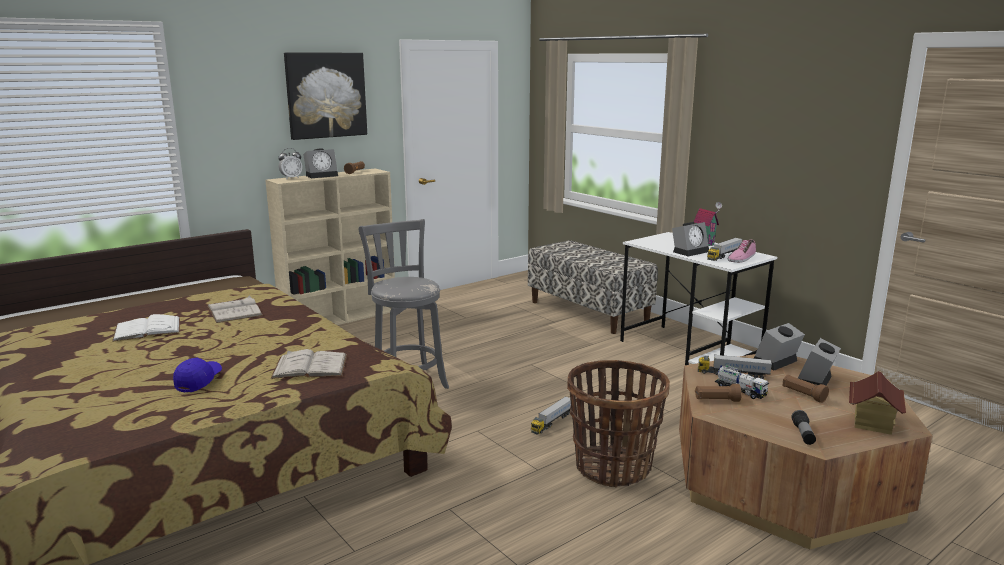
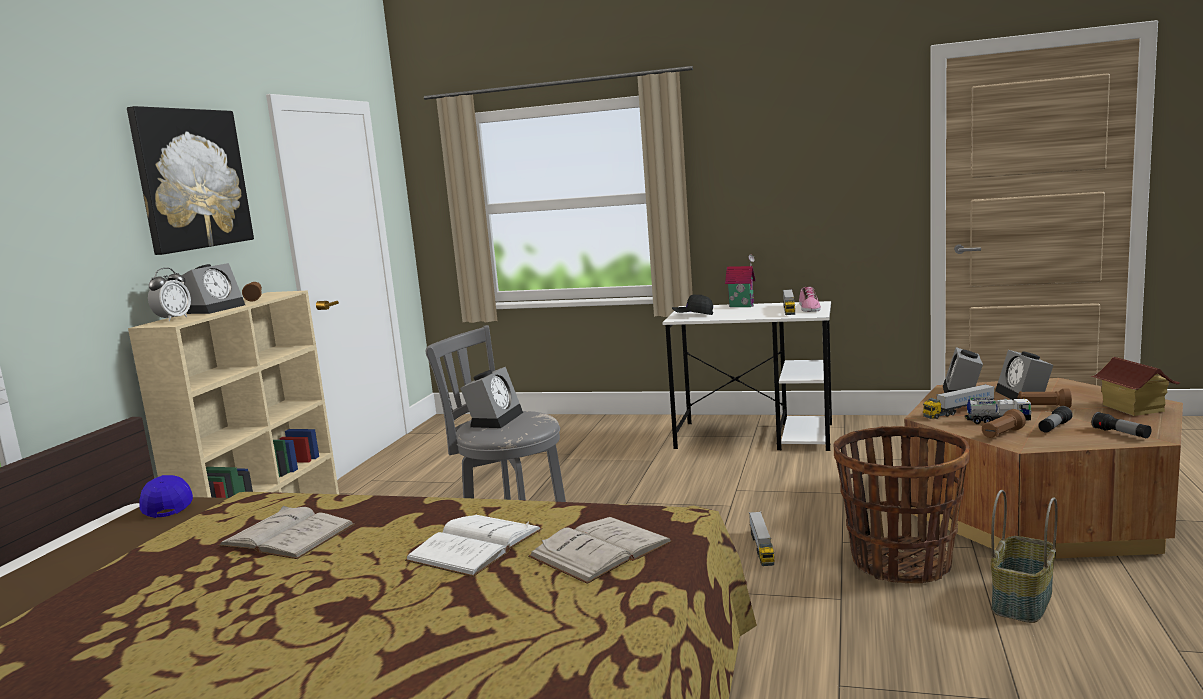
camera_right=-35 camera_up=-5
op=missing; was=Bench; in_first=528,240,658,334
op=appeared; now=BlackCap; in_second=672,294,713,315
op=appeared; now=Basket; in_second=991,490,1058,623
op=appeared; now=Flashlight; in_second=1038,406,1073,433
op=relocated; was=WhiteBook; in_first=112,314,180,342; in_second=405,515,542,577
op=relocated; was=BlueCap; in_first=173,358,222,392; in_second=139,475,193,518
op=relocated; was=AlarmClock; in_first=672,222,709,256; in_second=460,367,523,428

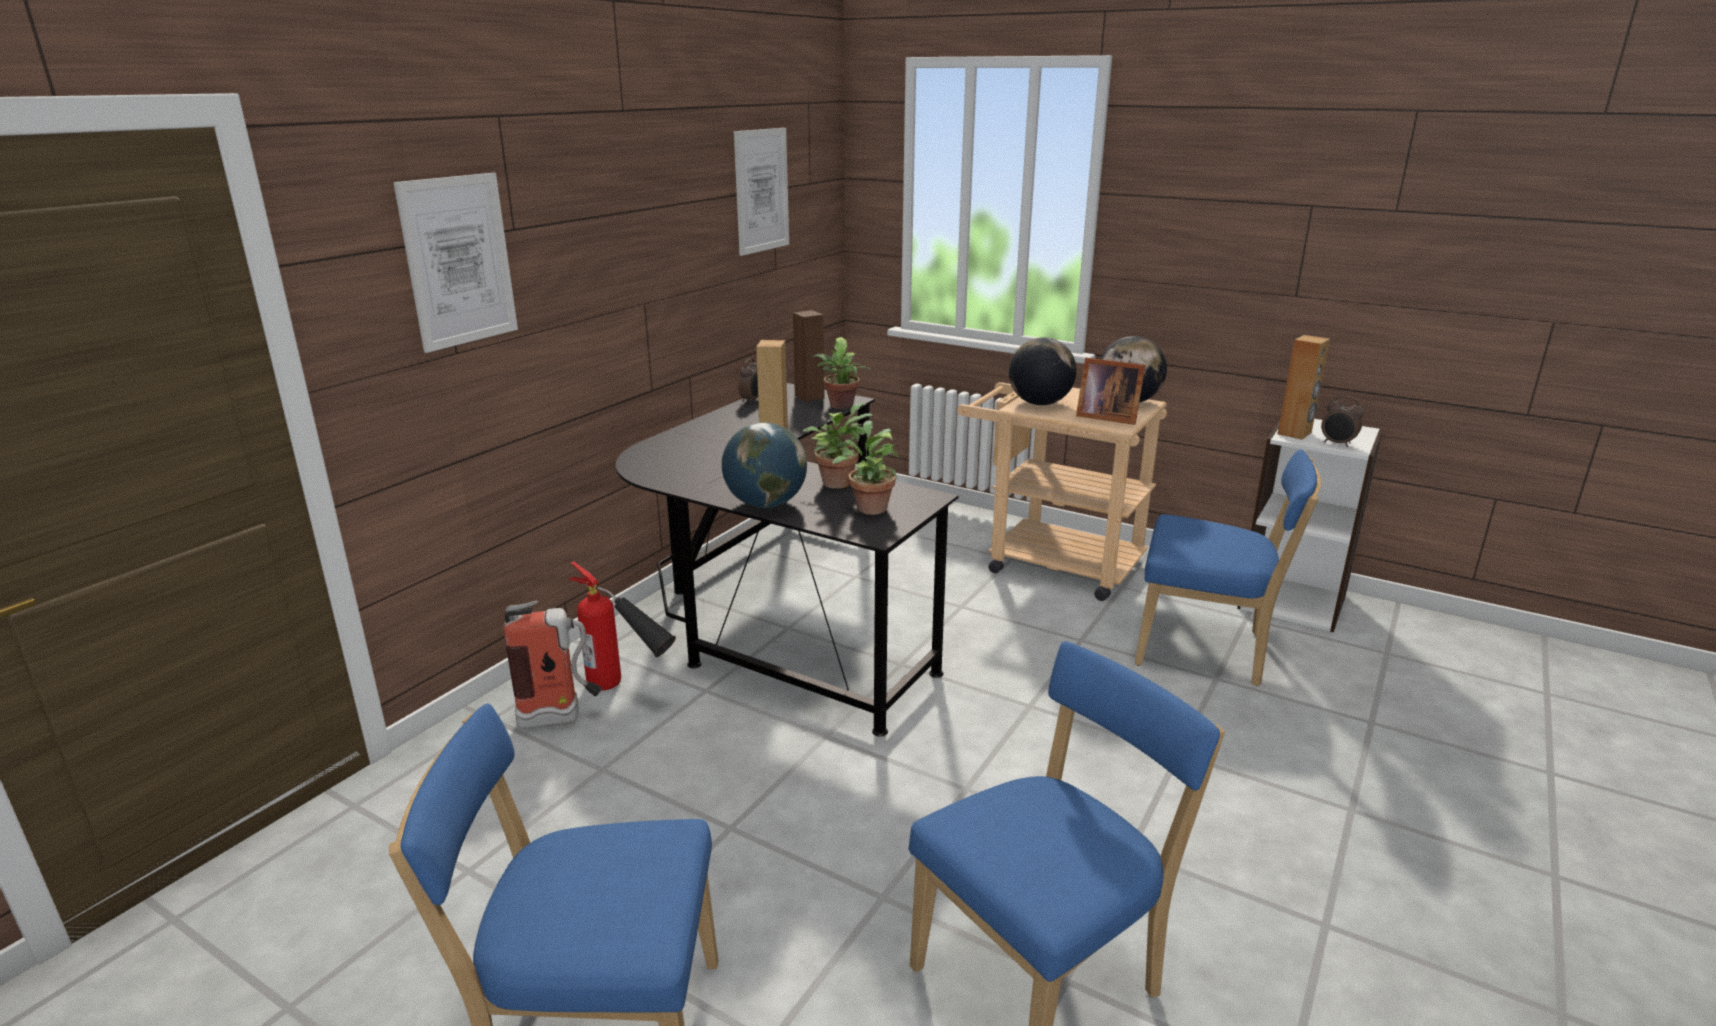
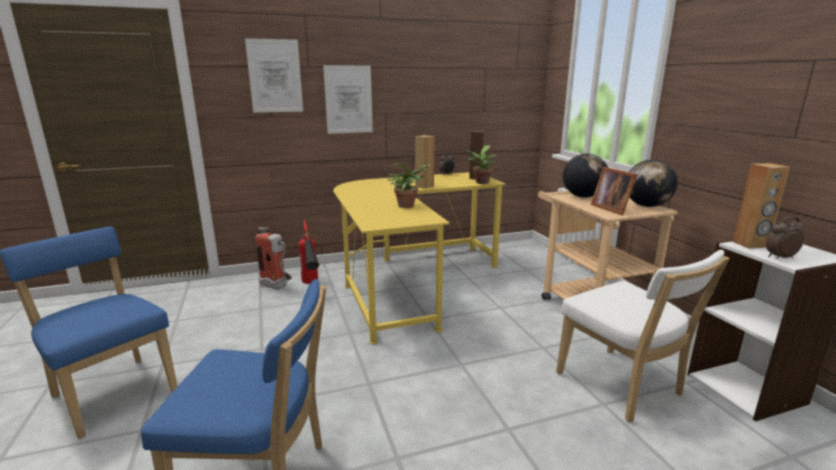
camera_right=40 camera_up=-5
op=missing; was=Globe; in_first=722,422,807,508
op=missing; was=PottedPlant; in_first=832,421,899,515
op=relocated; was=Picture; in_first=734,128,789,256; in_second=323,65,373,134
op=colour; was=BlackDesk; now=YellowDesk; in_first=616,383,959,737; in_second=334,172,506,344
op=colour; was=BlueChair; now=WhiteChair; in_first=1135,449,1321,686; in_second=556,250,729,422
op=spun; was=AlarmClock; in_first=1321,396,1365,447; in_second=766,217,804,259; clockwise=90

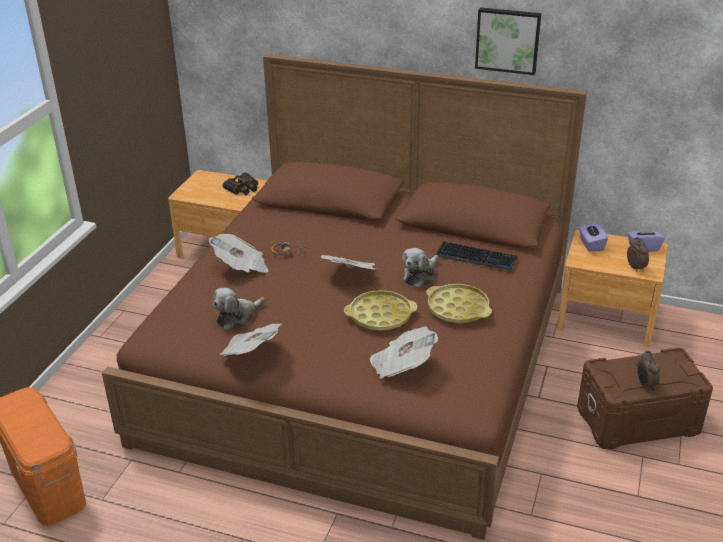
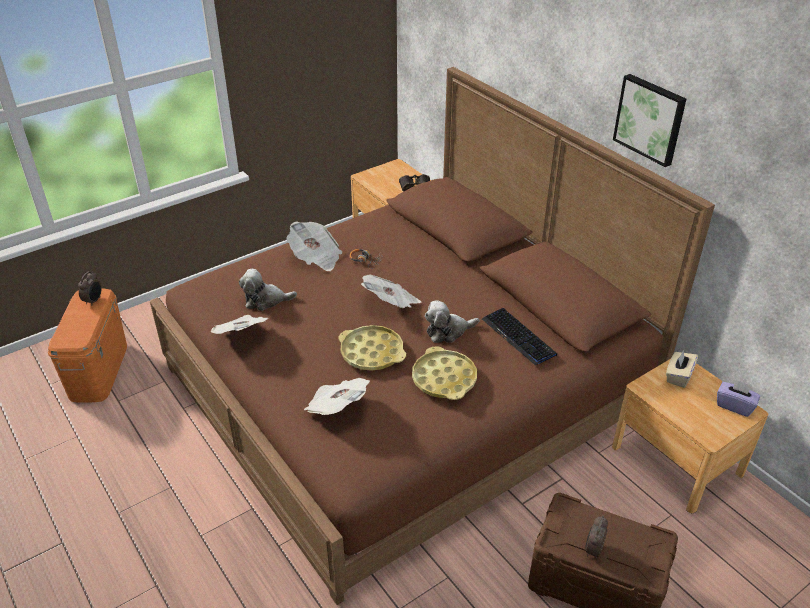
camera_right=35 camera_up=5
op=relocated; was=AlarmClock; in_first=627,237,649,272; in_second=78,271,102,306
op=colour; was=PurpleTissueBox; now=BeigeTissueBox; in_first=579,222,608,251; in_second=666,350,698,388

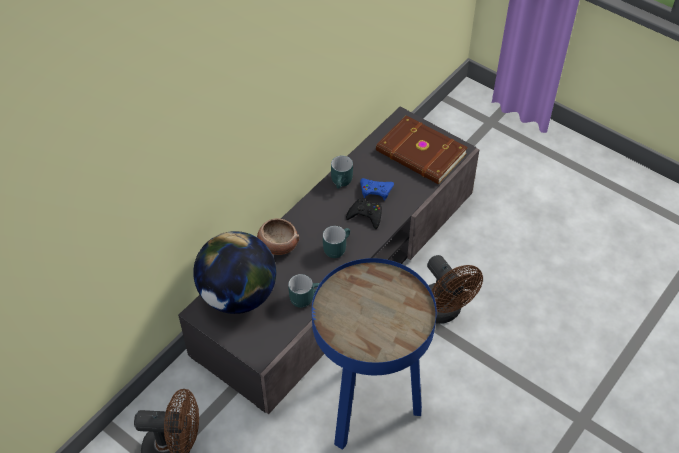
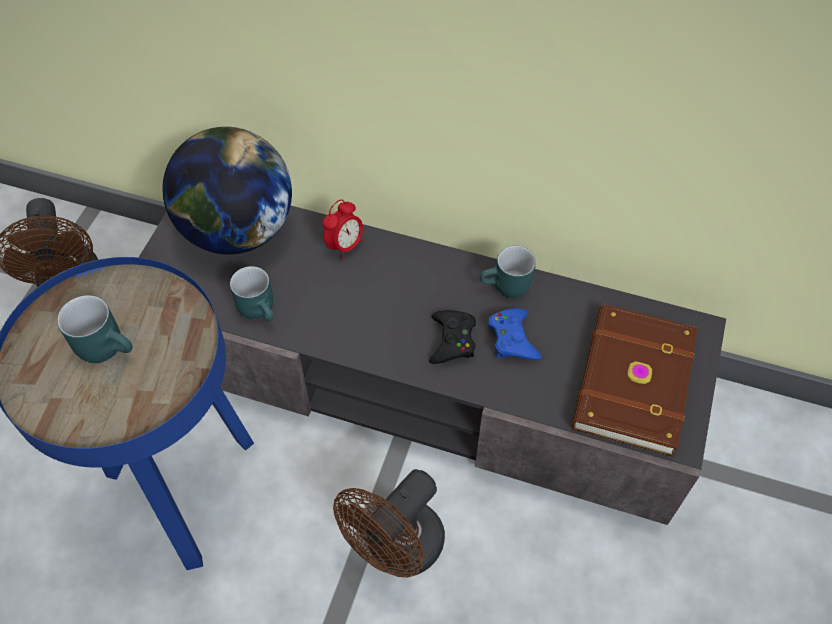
camera_right=70 camera_up=5
op=relocated; was=TurquoiseMug; in_first=323,226,350,258; in_second=57,295,132,363
op=exchanged; was=Bowl; now=AlarmClock; in_first=257,218,299,255; in_second=323,200,363,259

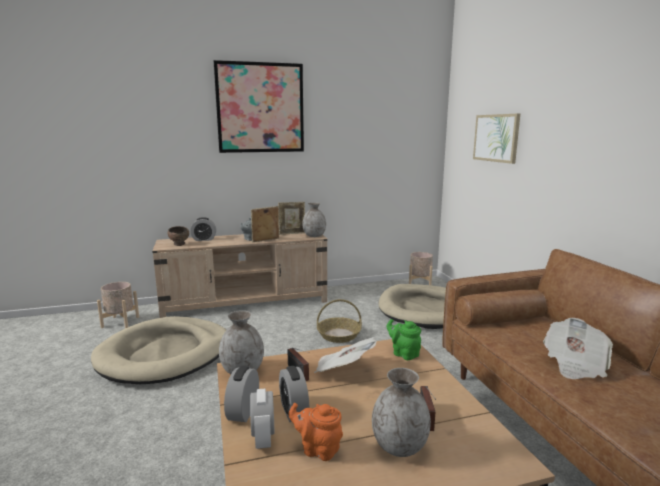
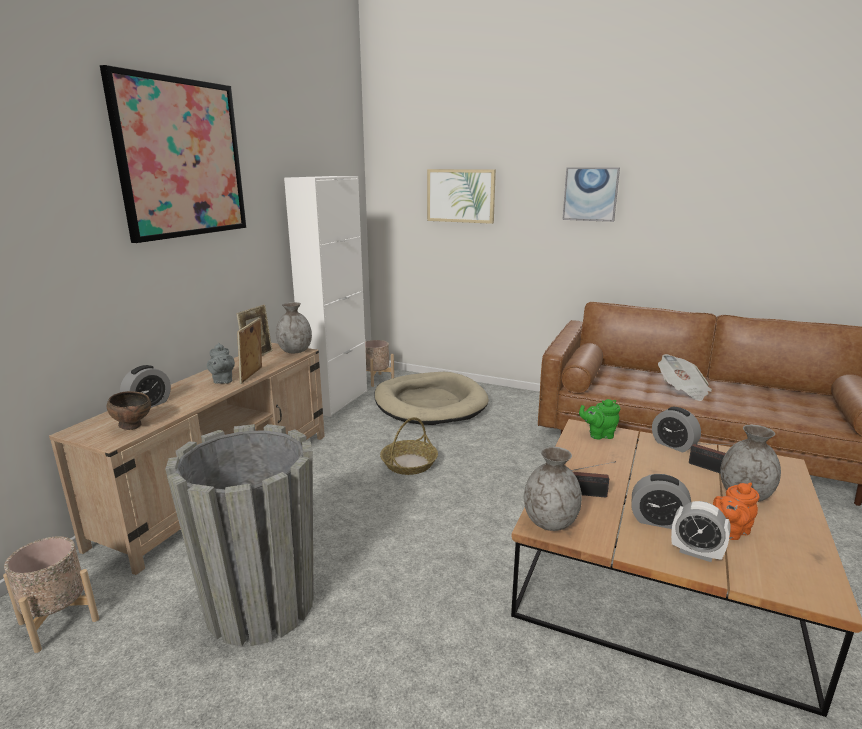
camera_right=-50 camera_up=5
op=missing; was=Newspaper; in_first=314,337,377,373
op=appeared; now=WhiteCabinet; in_second=284,176,367,417
op=appeared; now=Picture; in_second=562,167,620,222
op=relocated; was=AlarmClock; in_first=224,366,259,422; in_second=652,407,701,453
op=exchanged; was=BeigeDogBed; now=GreyPlanter; in_first=91,316,226,384; in_second=165,424,314,647

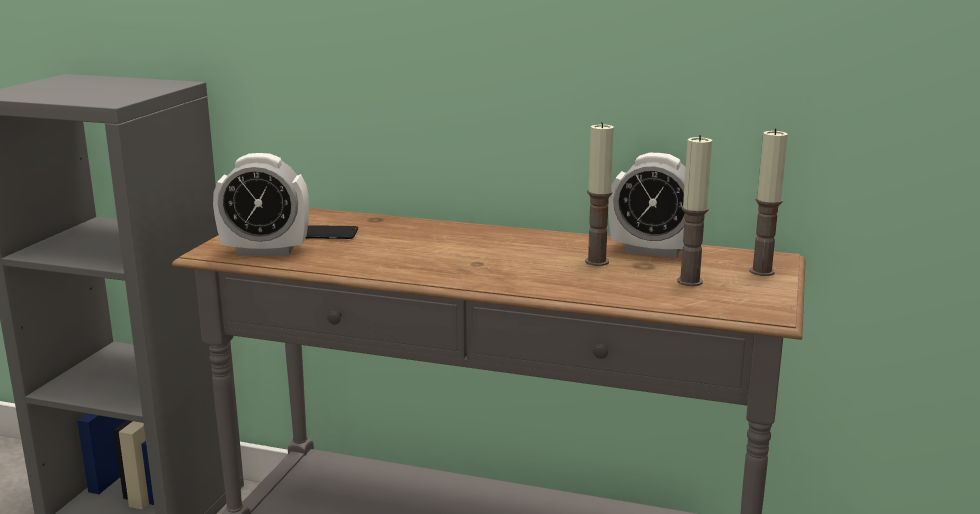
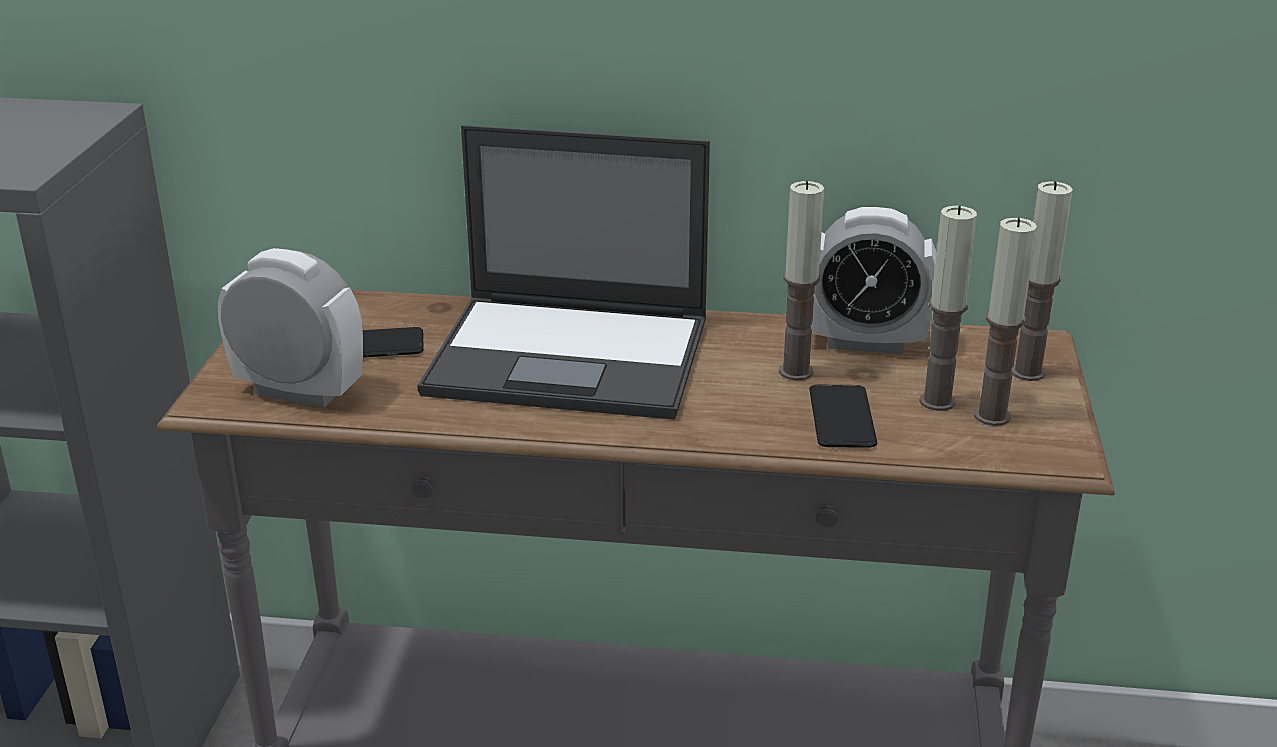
camera_right=-10 camera_up=10
op=appeared; now=Laptop; in_second=417,125,710,420
op=appeared; now=Phone; in_second=809,385,877,448
op=appeared; now=Candle; in_second=974,217,1037,426
op=spun; was=AlarmClock; in_first=213,153,309,256; in_second=218,248,363,408; clockwise=-150

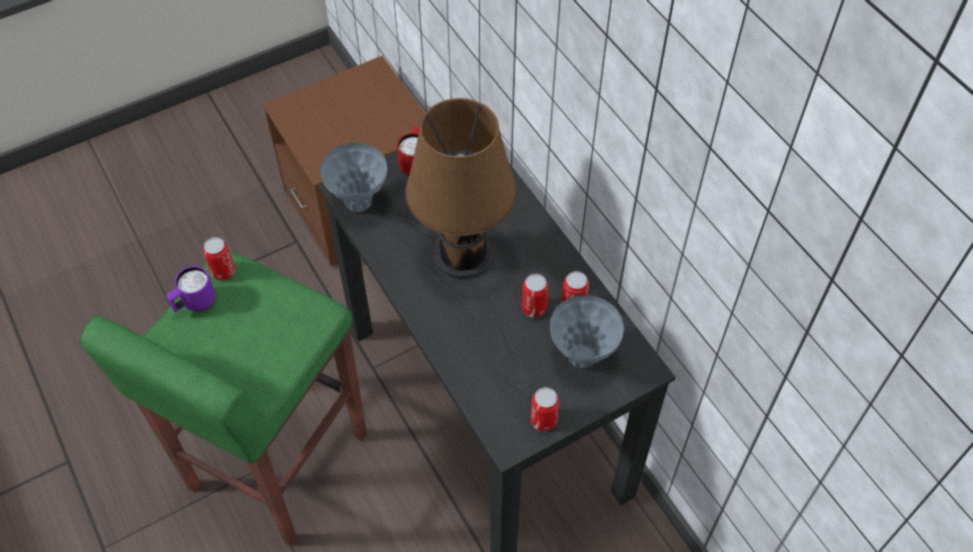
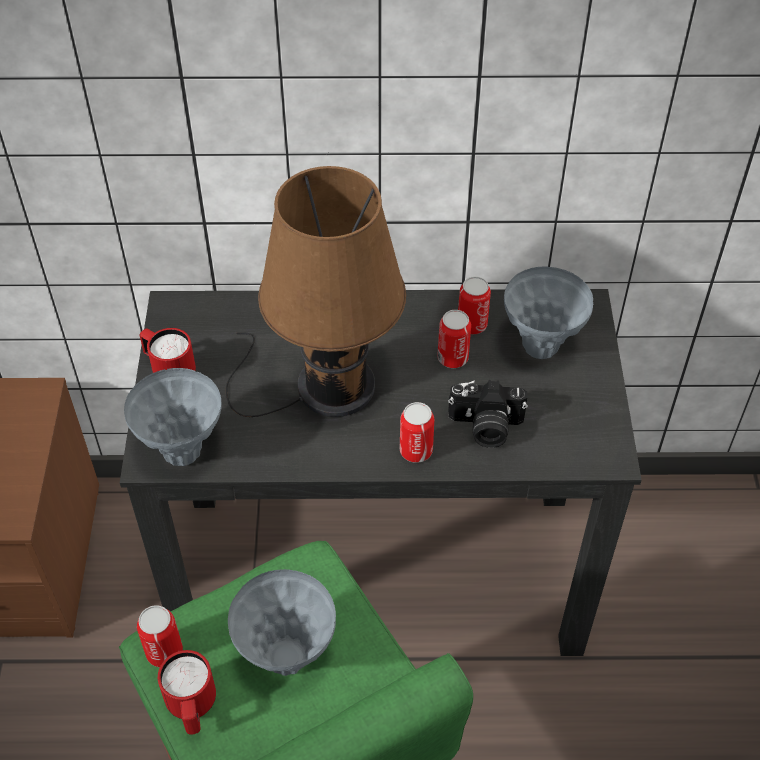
camera_right=-60 camera_up=-5
op=appeared; now=GreyVase; in_second=228,569,336,676
op=appeared; now=PhotoCamera; in_second=448,380,528,448
op=relocated; was=Can; in_first=530,387,559,431; in_second=400,402,434,463
op=colour; was=PurpleMug; now=RedMug; in_first=166,266,215,312; in_second=158,650,216,734

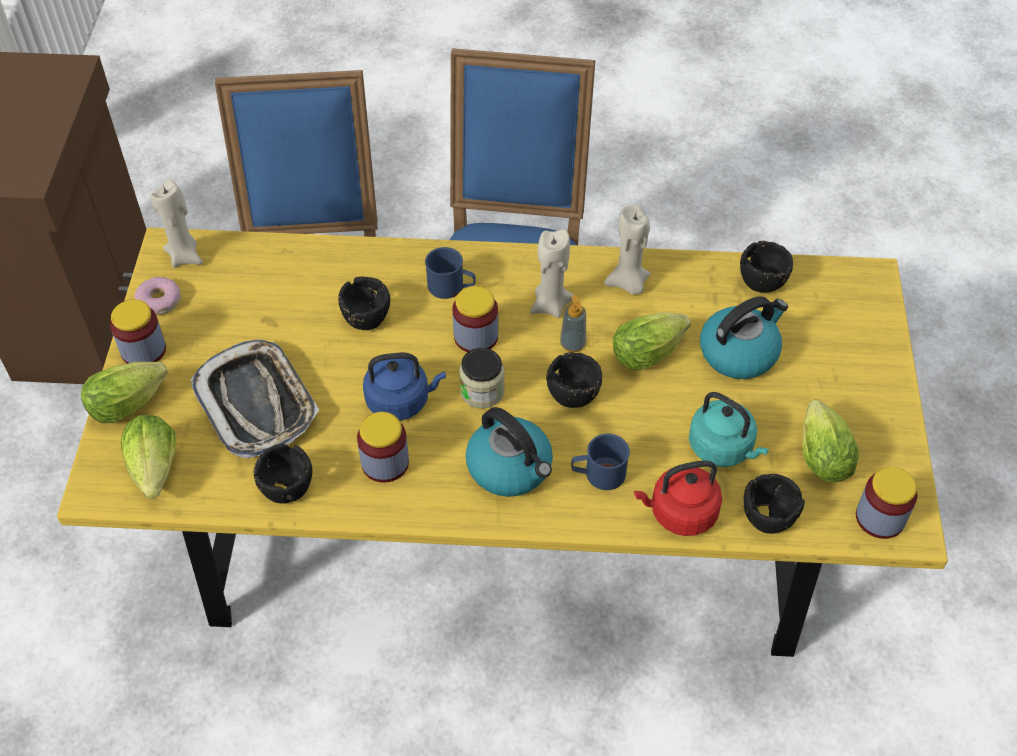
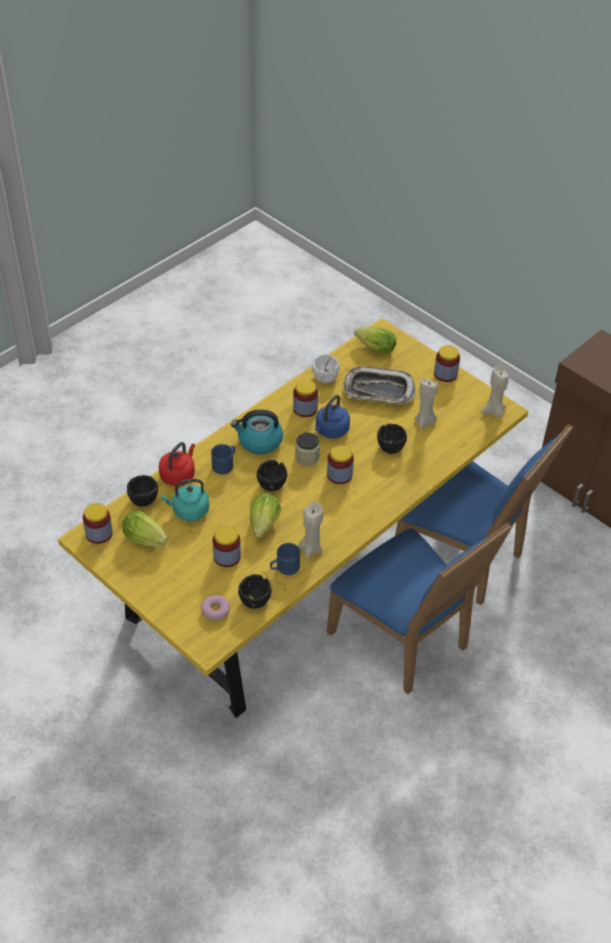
camera_right=130 camera_up=-5
op=missing; was=Lettuce; in_first=81,362,168,423
op=missing; was=SoapDispenser; in_first=560,295,586,353
op=relocated; was=Donut; in_first=134,277,181,315; in_second=201,595,230,621
op=relocated; was=BlueMug; in_first=425,247,476,299; in_second=270,543,301,575
op=relocated; was=BeigeCandle; in_first=530,229,574,318; in_second=414,378,438,430
op=exchanged; was=Kettle; now=Jar; in_first=700,296,788,379; in_second=213,526,241,567
op=colour; was=BlackBowl; now=WhiteBowl; in_first=254,444,312,504; in_second=312,354,339,383

